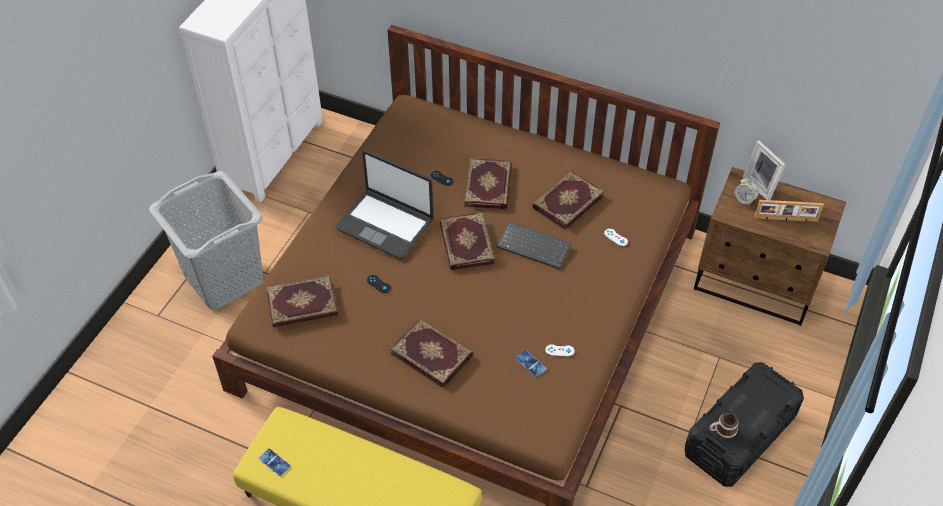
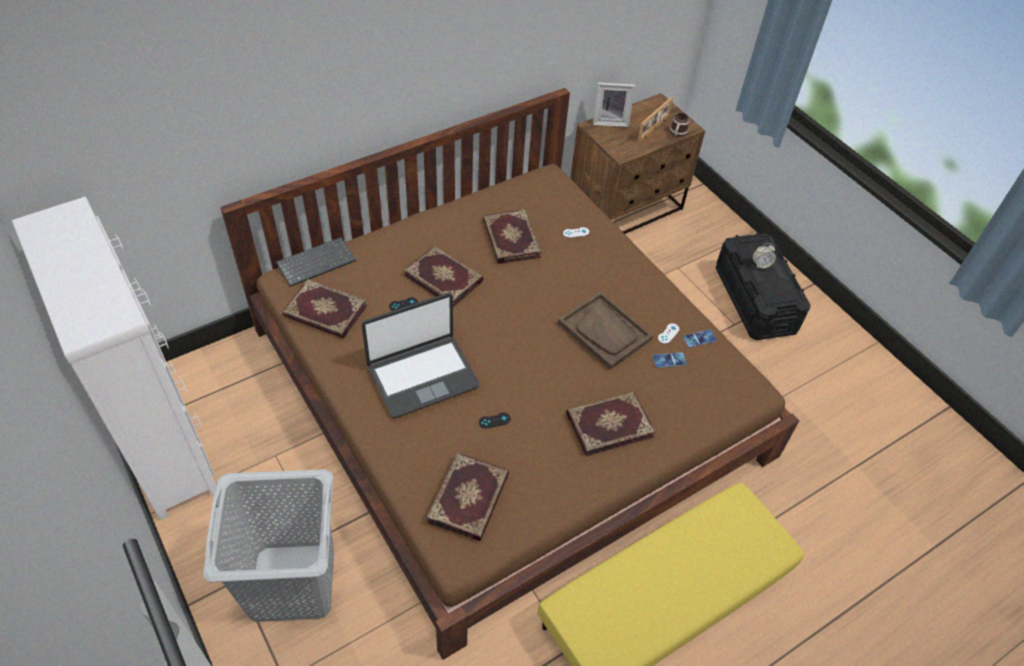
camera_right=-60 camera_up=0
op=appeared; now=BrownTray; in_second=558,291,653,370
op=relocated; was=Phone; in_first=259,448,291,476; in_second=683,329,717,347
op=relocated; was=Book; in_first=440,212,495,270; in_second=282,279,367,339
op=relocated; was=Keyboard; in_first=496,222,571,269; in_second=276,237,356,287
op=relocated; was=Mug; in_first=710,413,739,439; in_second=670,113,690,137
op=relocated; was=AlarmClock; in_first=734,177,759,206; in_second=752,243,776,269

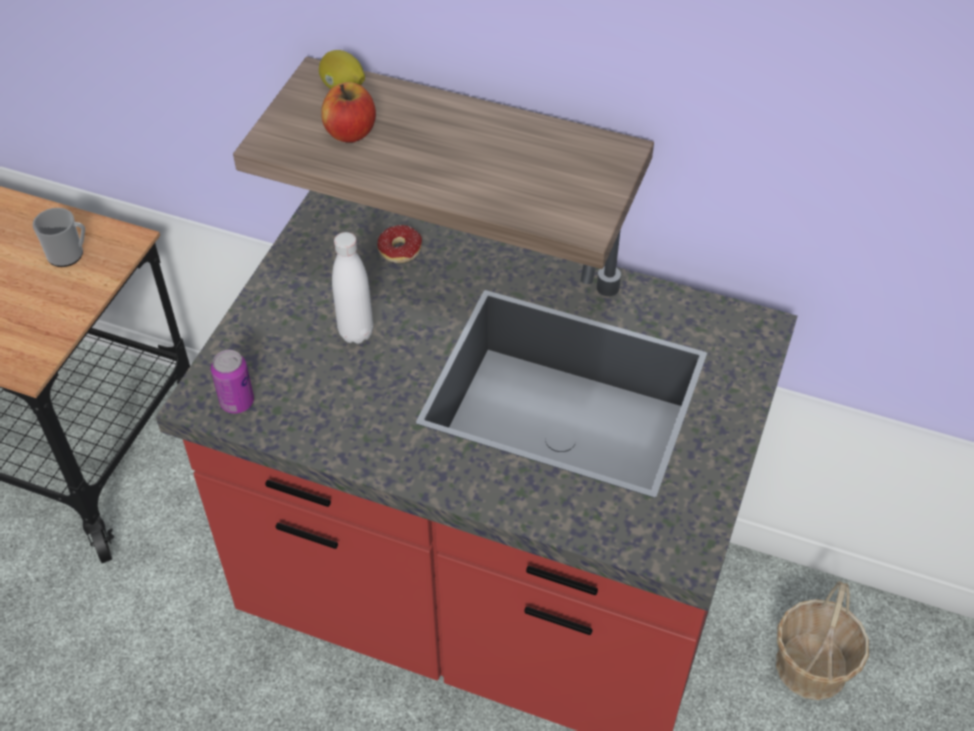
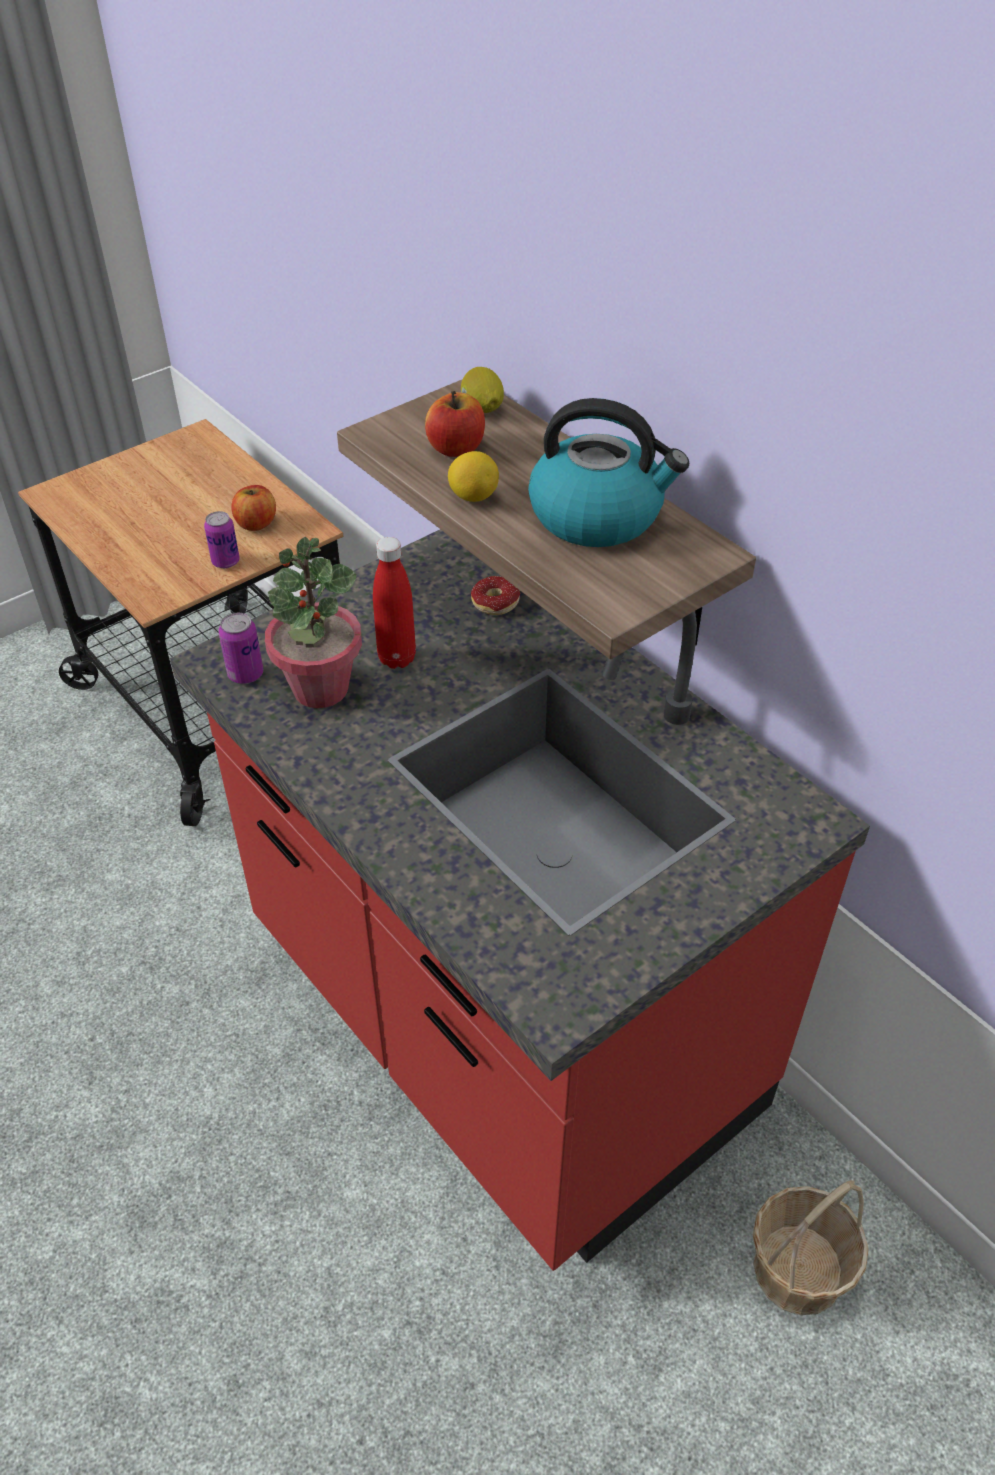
camera_right=30 camera_up=-5
op=appeared; now=Can; in_second=204,511,240,568
op=appeared; now=PottedPlant; in_second=265,537,362,708
op=appeared; now=Lemon; in_second=448,451,499,502
op=appeared; now=Kettle; in_second=528,398,689,547
op=exchanged; was=Mug; now=Apple; in_first=33,208,85,267; in_second=231,485,276,531
op=colour; was=WhiteBottle; now=RedBottle; in_first=332,232,373,344; in_second=373,537,416,669

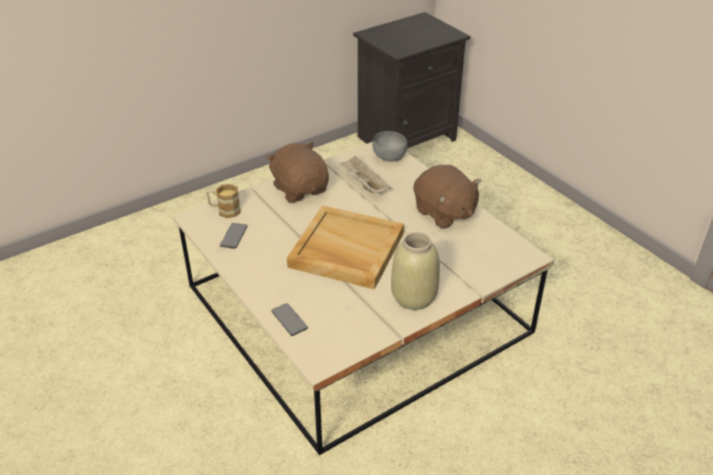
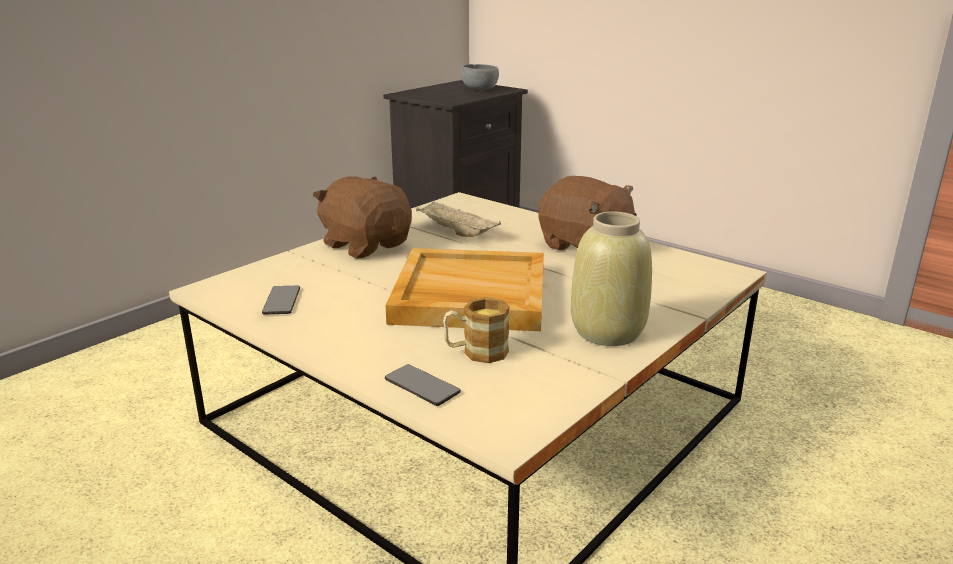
camera_right=-15 camera_up=-15
op=relocated; was=Mug; in_first=206,184,241,218; in_second=443,297,510,363
op=relocated; was=GreyBowl; in_first=372,131,407,162; in_second=461,64,499,91

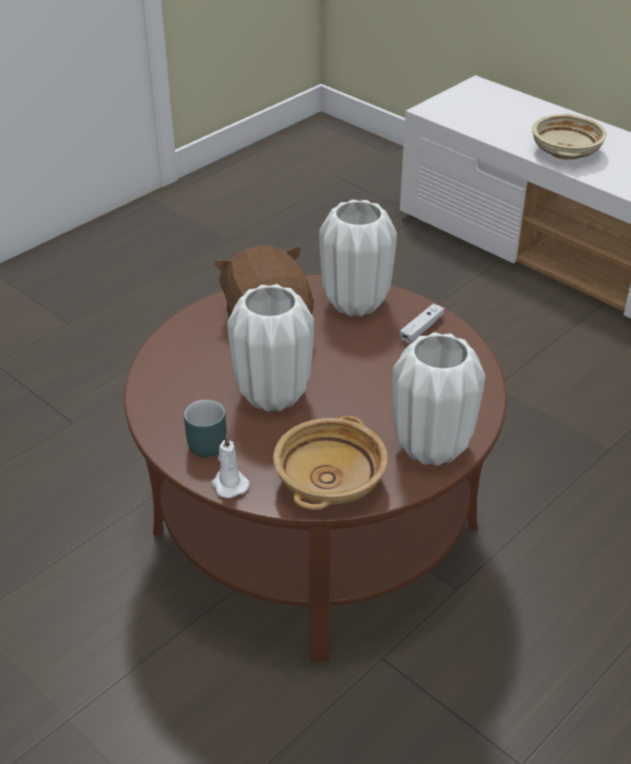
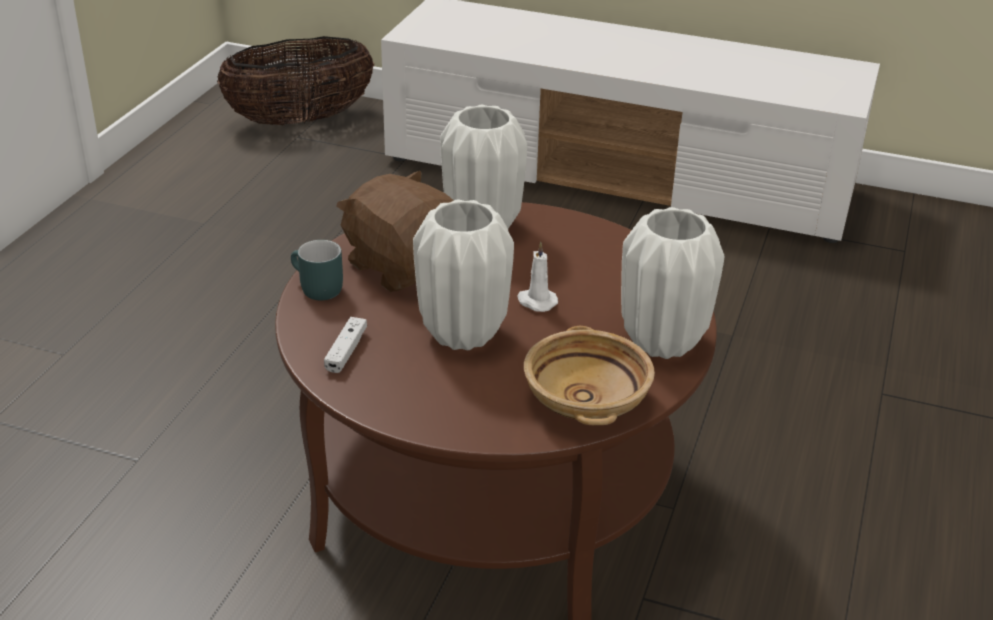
camera_right=-25 camera_up=-5
op=missing; was=BeigeBowl; in_first=532,114,607,160
op=appeared; now=Basket; in_second=217,36,374,125
op=relocated; was=TurquoiseMug; in_first=184,400,227,457; in_second=291,240,343,300
op=relocated; was=WhiteCandle; in_first=212,434,249,498; in_second=517,242,558,312
op=relocated; was=WhiteGameController; in_first=400,303,444,343; in_second=324,317,367,373

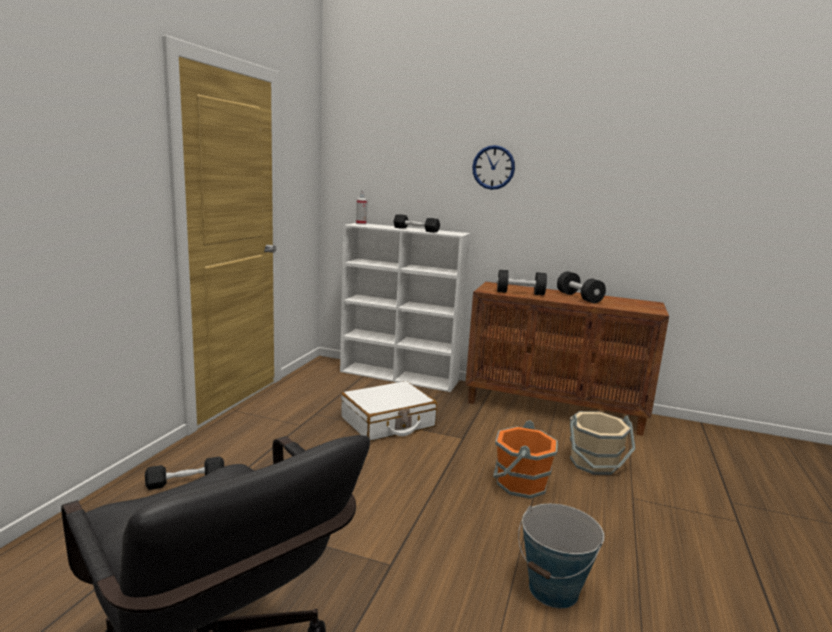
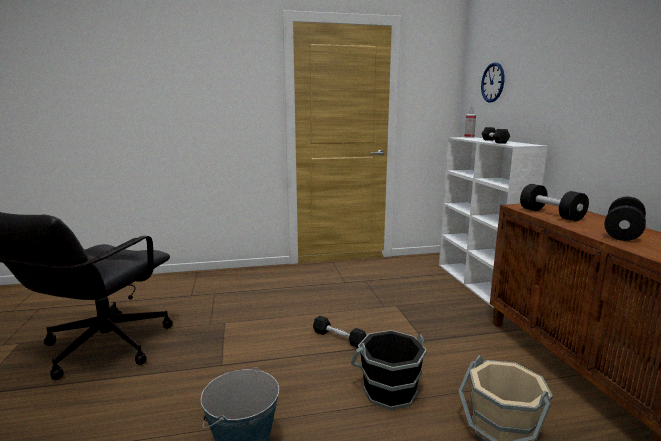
camera_right=60 camera_up=0
op=missing; was=WhiteSuitcase; in_first=341,381,437,441
op=relocated; was=BlackDumbbell; in_first=145,457,224,490; in_second=313,316,367,348
op=relocated; was=WallClock; in_first=472,145,515,190; in_second=481,63,505,103
op=colour; was=OrangeBucket; now=BlackBucket; in_first=493,420,558,499; in_second=351,330,427,410

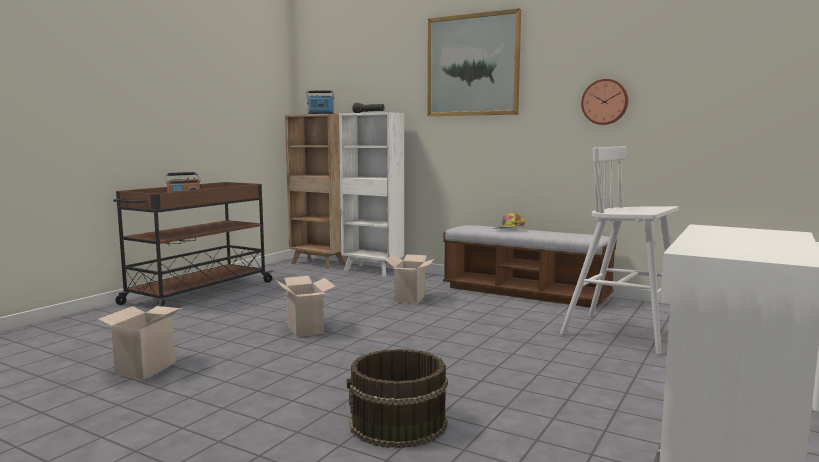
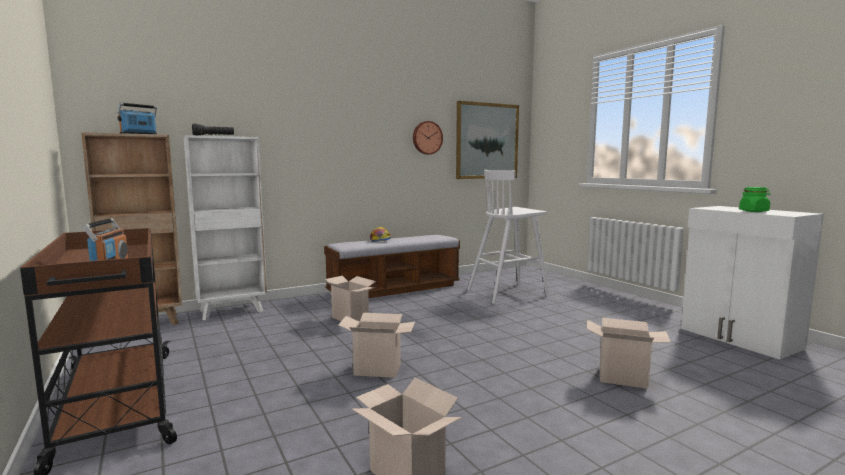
camera_right=-60 camera_up=0
op=appeared; now=GreenJar; in_second=739,187,770,212
op=relocated; was=Picture; in_first=428,8,521,116; in_second=456,101,519,179
op=exchanged; was=BrownBucket; now=CardboardBox; in_first=346,349,448,448; in_second=587,318,671,389

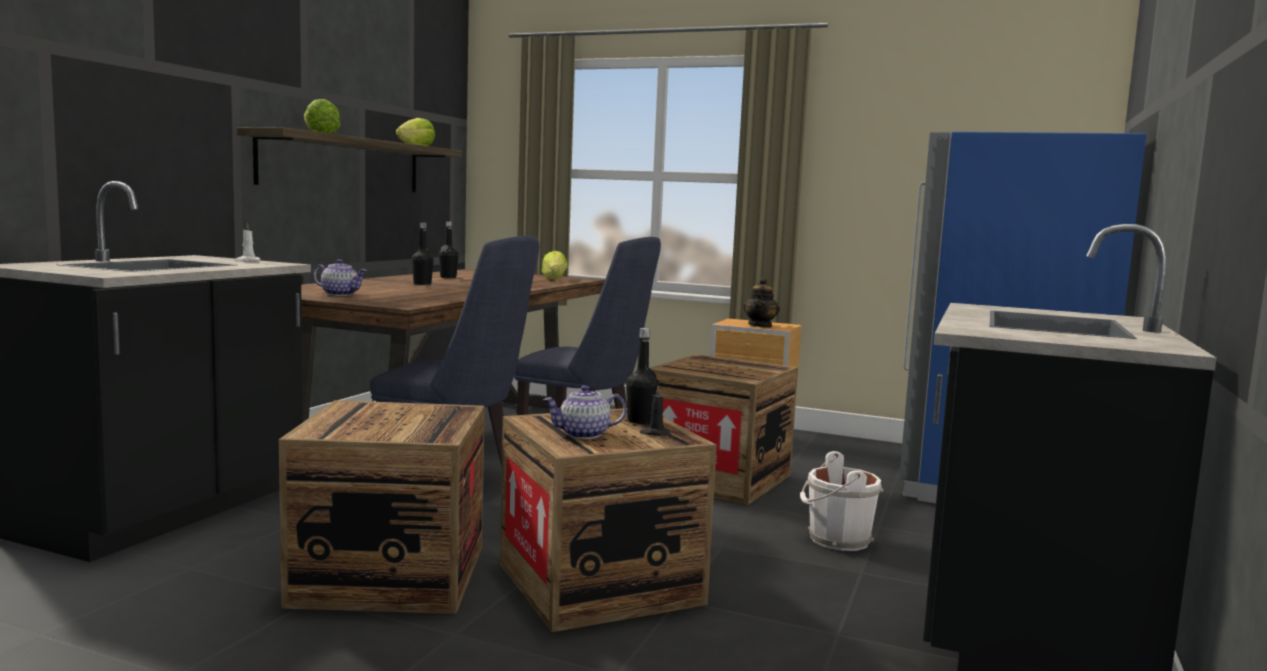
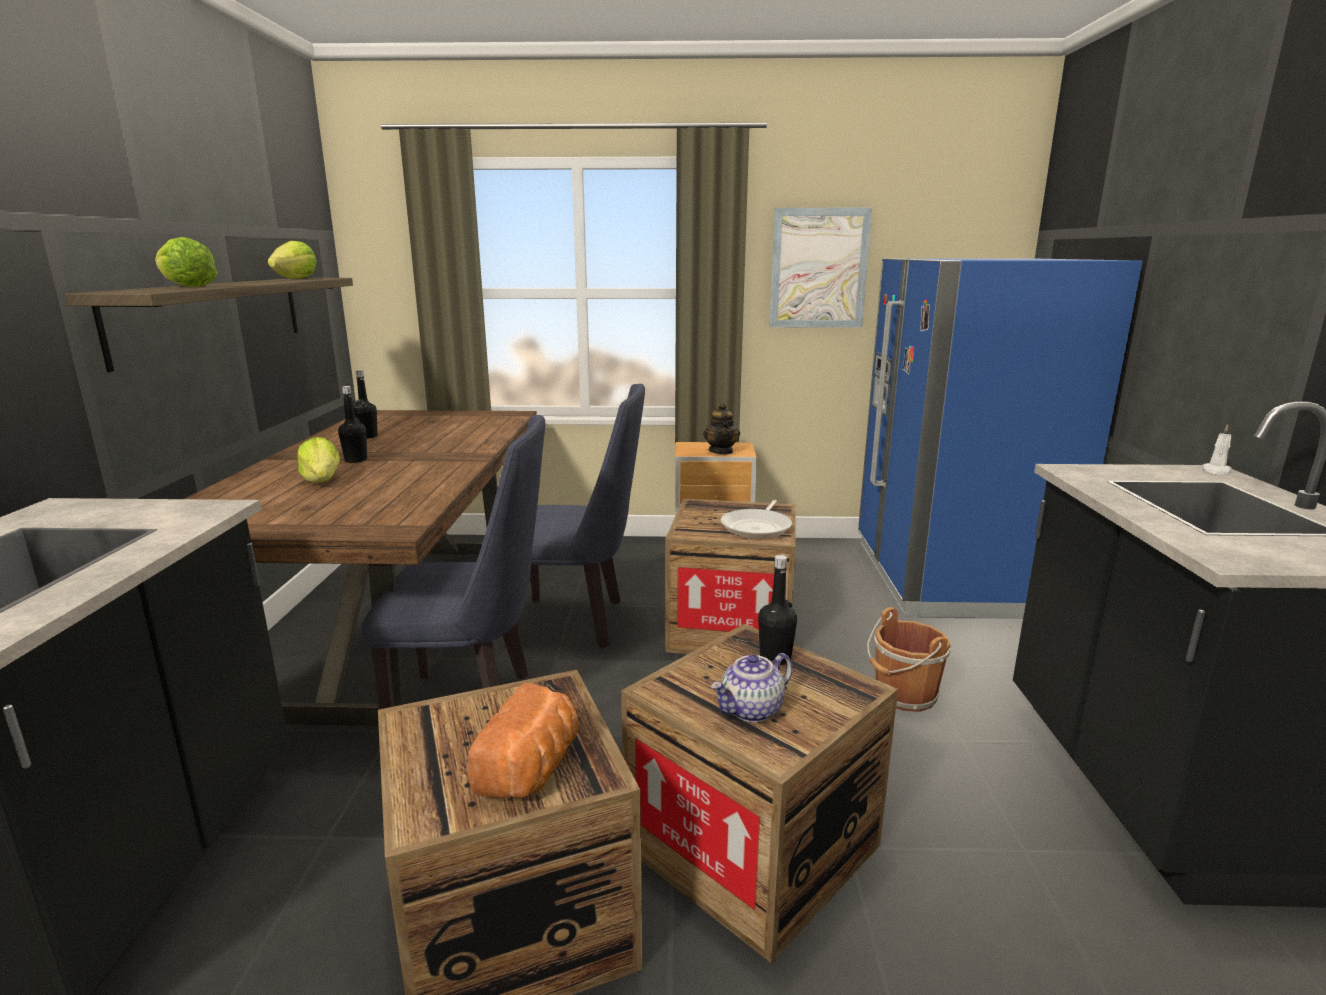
camera_right=-20 camera_up=10
op=missing; was=Teapot; in_first=313,259,367,296
op=missing; was=BlackCandle; in_first=640,386,670,436
op=appeared; now=Bread; in_second=467,683,578,799
op=appeared; now=FryingPan; in_second=721,500,792,539
op=appeared; now=Picture; in_second=769,208,872,328
op=relocated; was=WhiteCandle; in_first=234,222,260,262; in_second=1202,424,1232,475
op=relocated; was=Lettuce; in_first=542,251,568,279; in_second=297,437,340,483
op=colour; was=WhiteBucket; now=BrownBucket; in_first=800,451,883,551; in_second=867,607,952,712

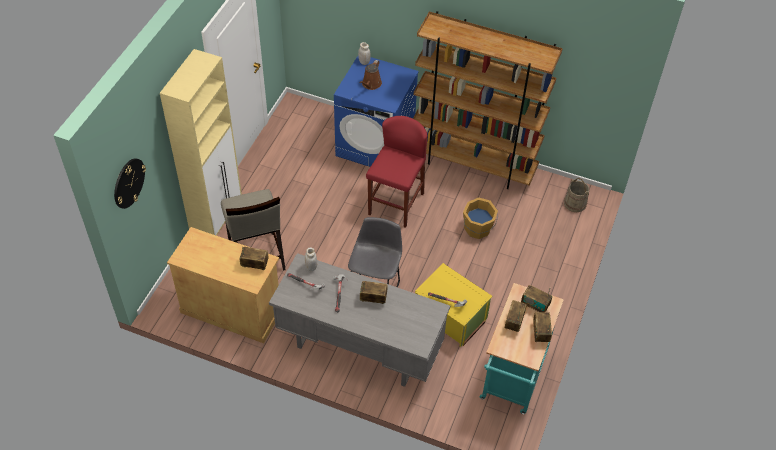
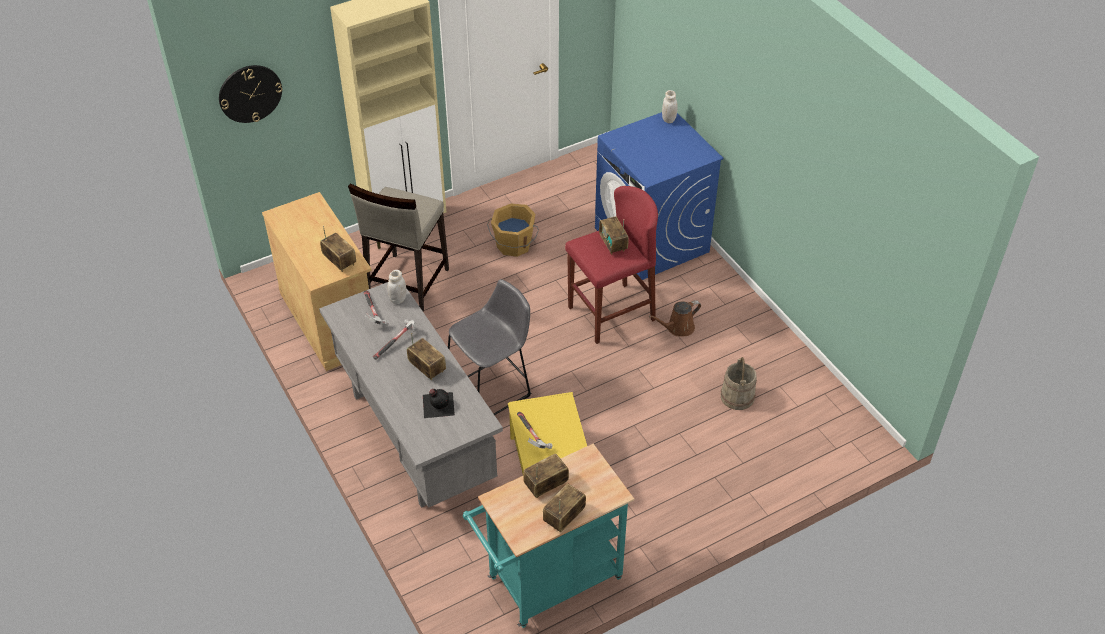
camera_right=40 camera_up=-5
op=missing; was=BrownBookcase; in_first=413,11,563,189
op=appeared; now=BlackBottle; in_second=423,389,455,418
op=relocated; was=BrownWateringCan; in_first=359,60,382,90; in_second=649,300,701,336
op=relocated; was=OrangeBucket; in_first=463,197,498,239; in_second=487,204,539,257
op=relocated; was=Radio; in_first=521,285,552,312; in_second=599,216,629,255
op=relocated; was=BeigeBucket; in_first=564,178,589,212; in_second=721,357,757,410

